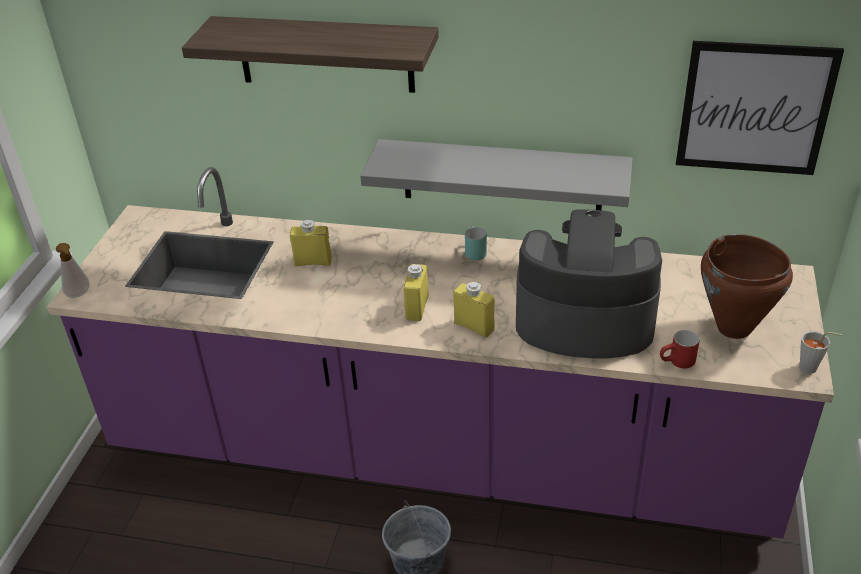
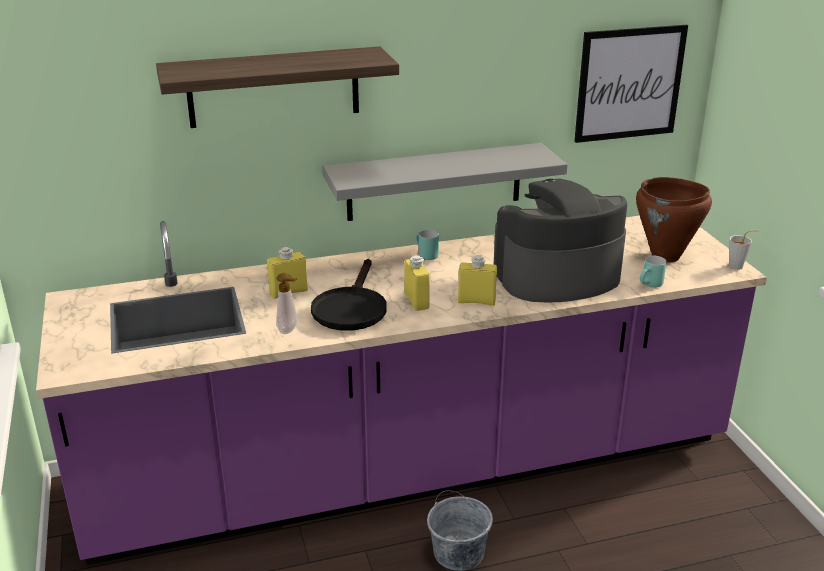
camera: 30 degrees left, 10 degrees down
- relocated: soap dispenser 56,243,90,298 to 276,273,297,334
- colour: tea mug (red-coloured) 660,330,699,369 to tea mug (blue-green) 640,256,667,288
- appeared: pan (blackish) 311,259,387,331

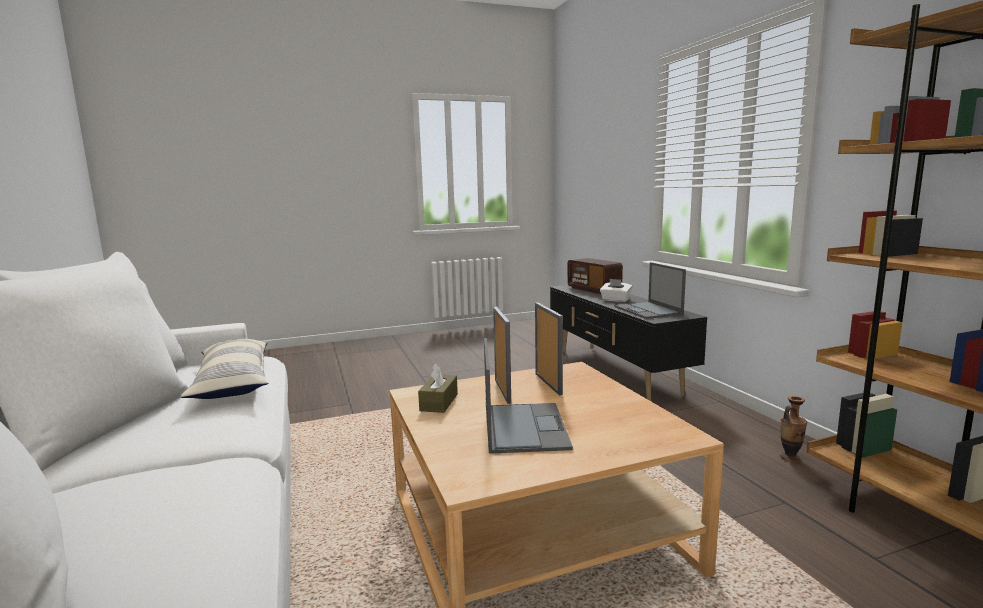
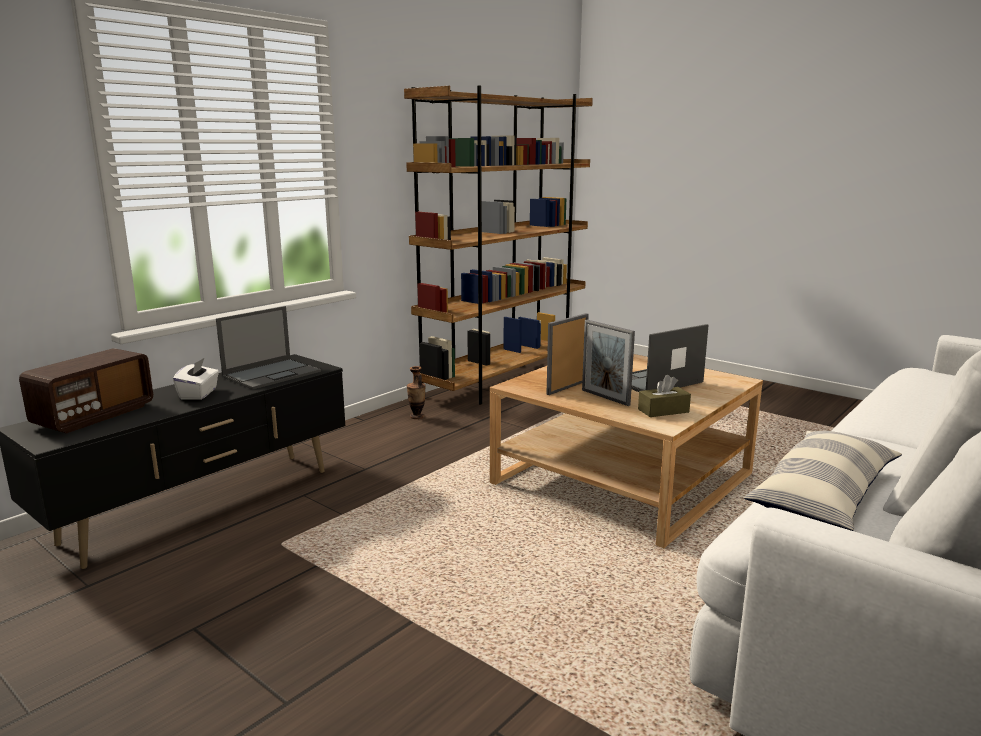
camera: 120 degrees left, 5 degrees up
- spun: picture frame 493,307,511,404 = 582,320,635,406 90 degrees counterclockwise

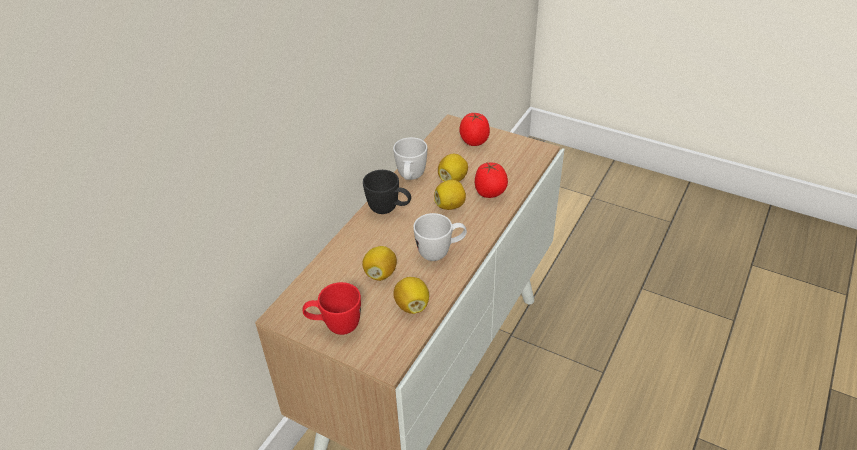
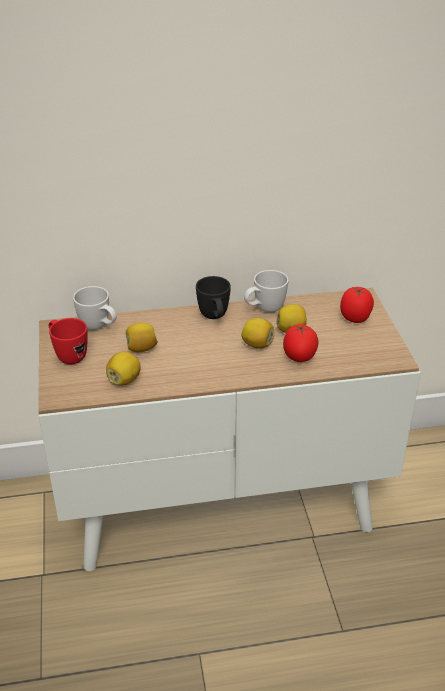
camera: 50 degrees right, 5 degrees down
- relocated: tea mug (white) 413,213,467,261 to 73,286,117,330

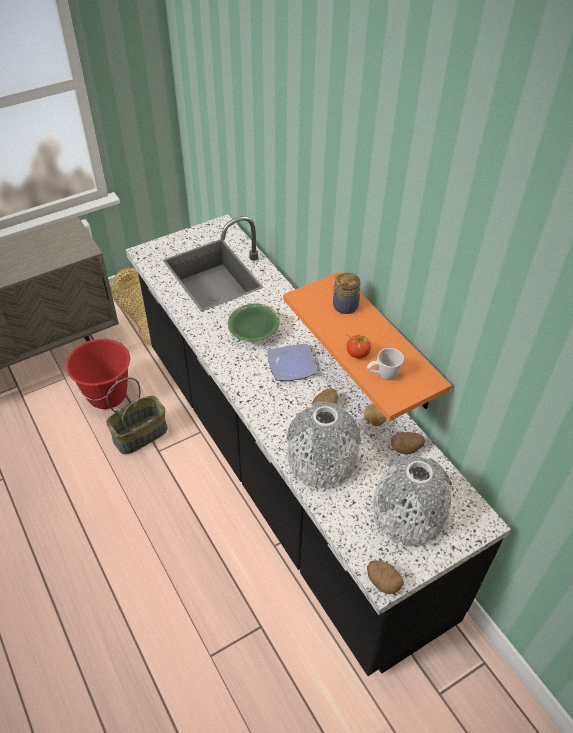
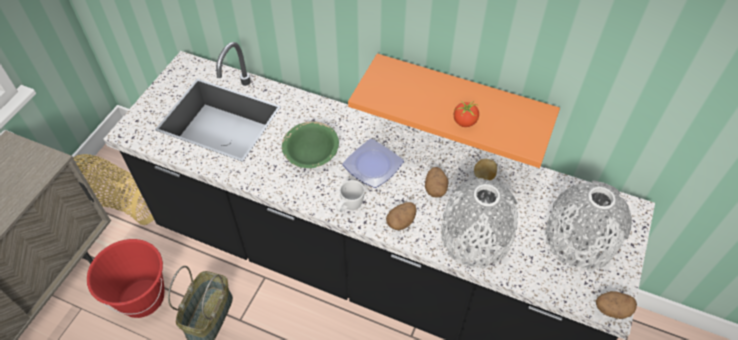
camera: 35 degrees left, 5 degrees up
- missing: jar 333,273,361,314
- relocated: tea mug (white) 367,348,404,380 to 336,180,365,212
- relocated: potato 391,432,425,454 to 386,202,417,230

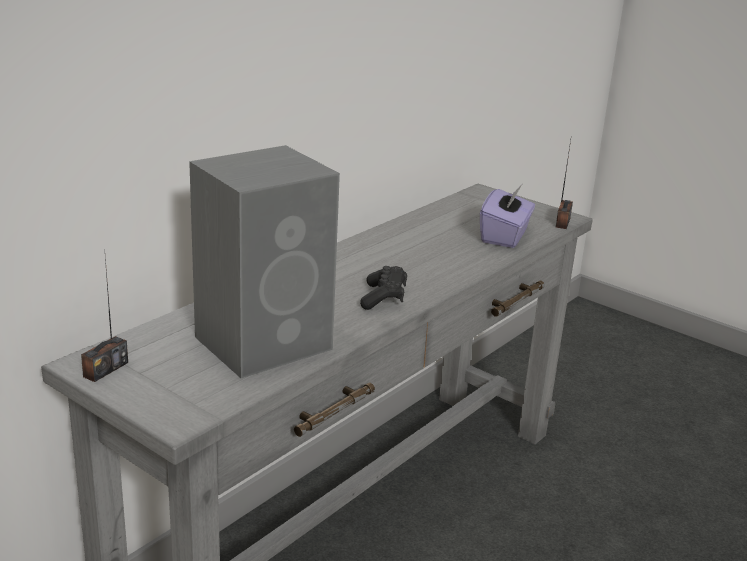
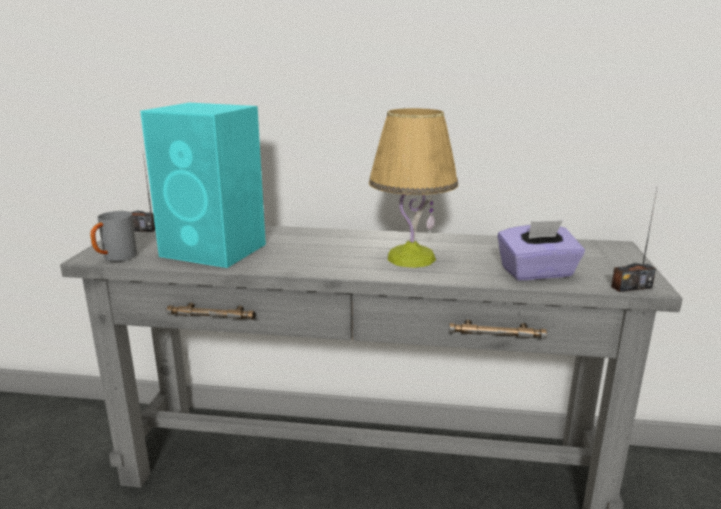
camera: 60 degrees right, 5 degrees down
- colour: speaker (gray) 189,145,340,378 to speaker (blue-green) 140,103,266,268
- missing: joypad (blackish) 360,266,407,310
- appeared: tea mug (gray) 90,211,137,261
- appeared: tabletop lamp 369,108,458,268

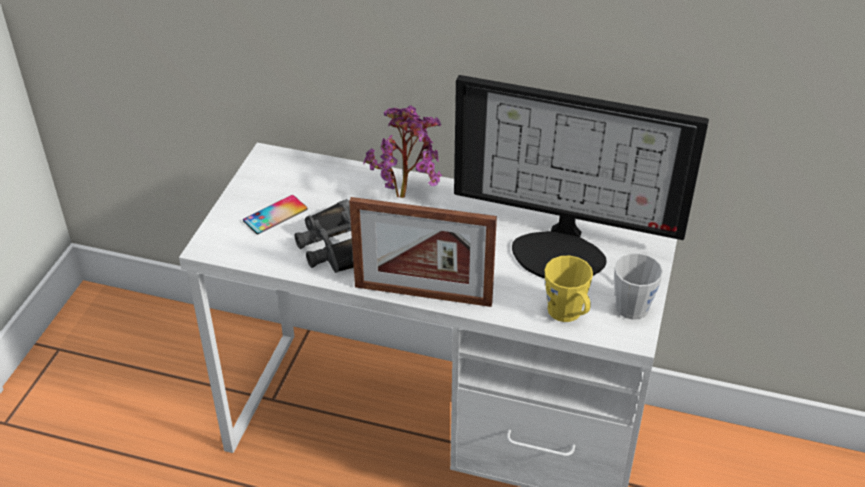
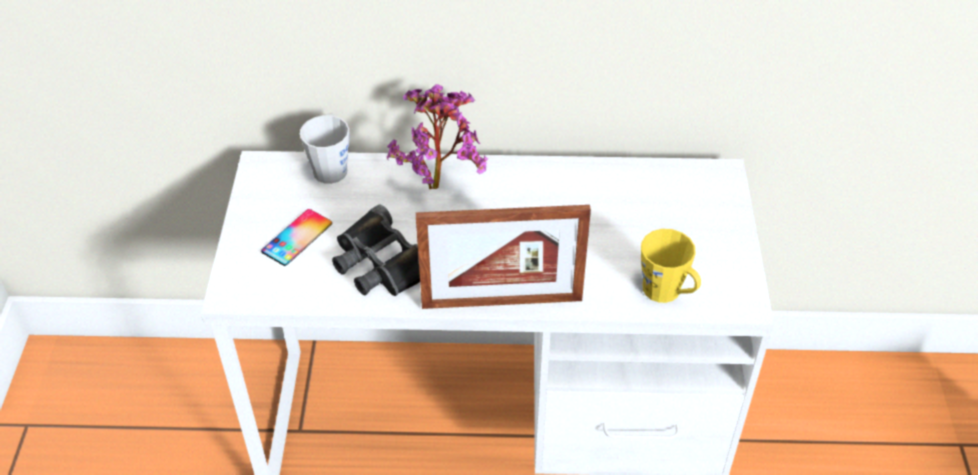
camera: 15 degrees left, 5 degrees up
- missing: computer screen 454,75,709,279
- relocated: tea mug (gray) 614,252,663,320 to 300,114,349,184

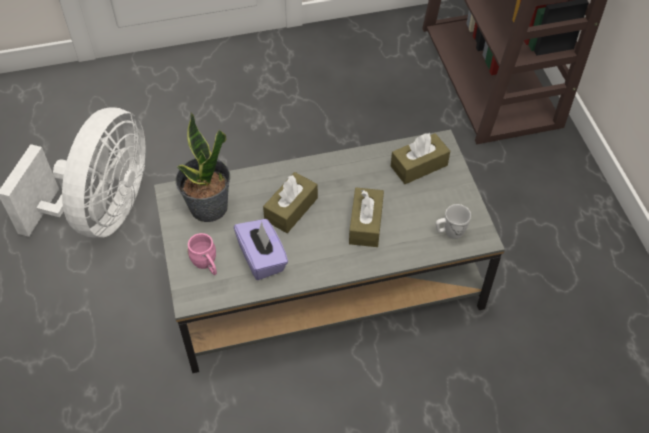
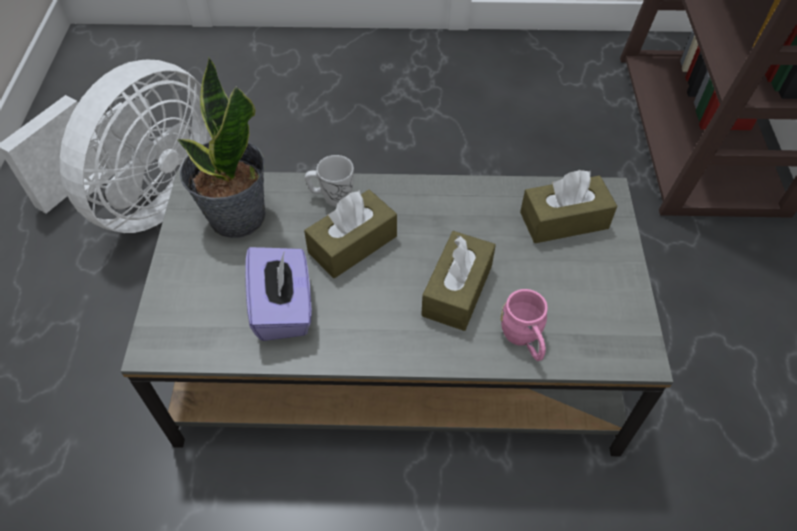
camera: 15 degrees right, 0 degrees up
- relocated: tea mug (pink) 187,233,217,275 to 500,289,548,361
- relocated: tea mug (white) 436,204,471,239 to 305,155,354,207

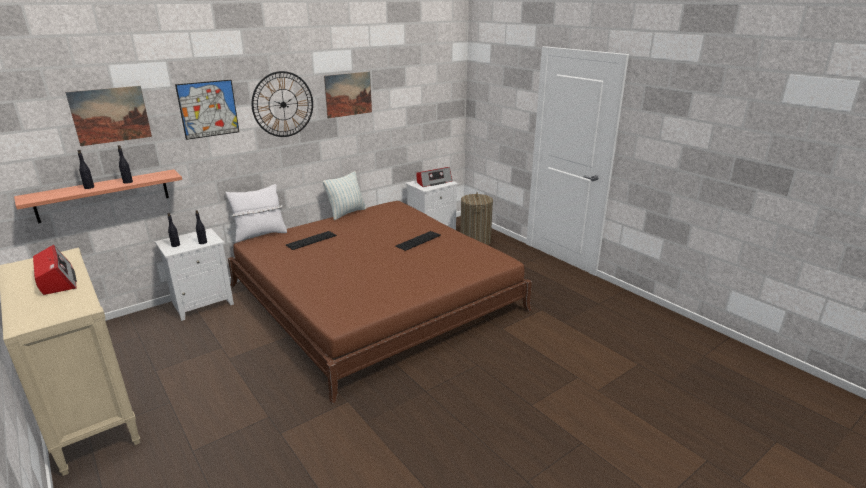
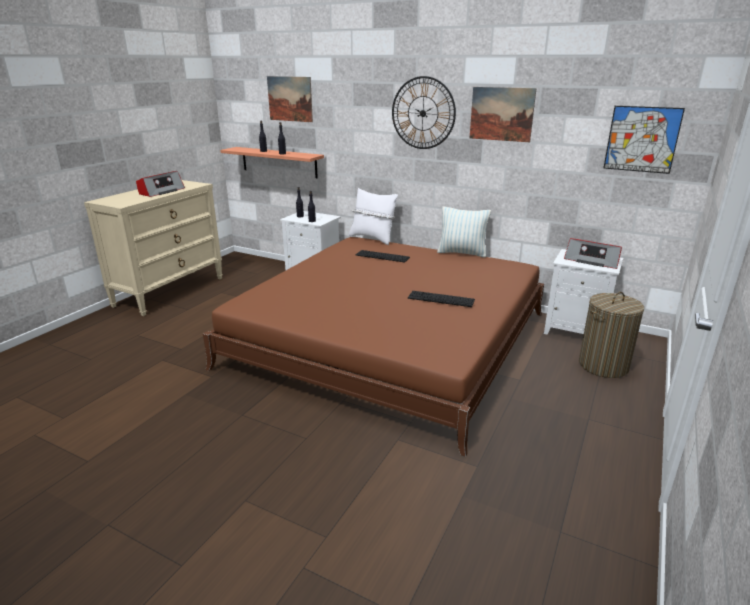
camera: 65 degrees right, 0 degrees up
- relocated: wall picture 175,80,239,140 to 604,106,685,174

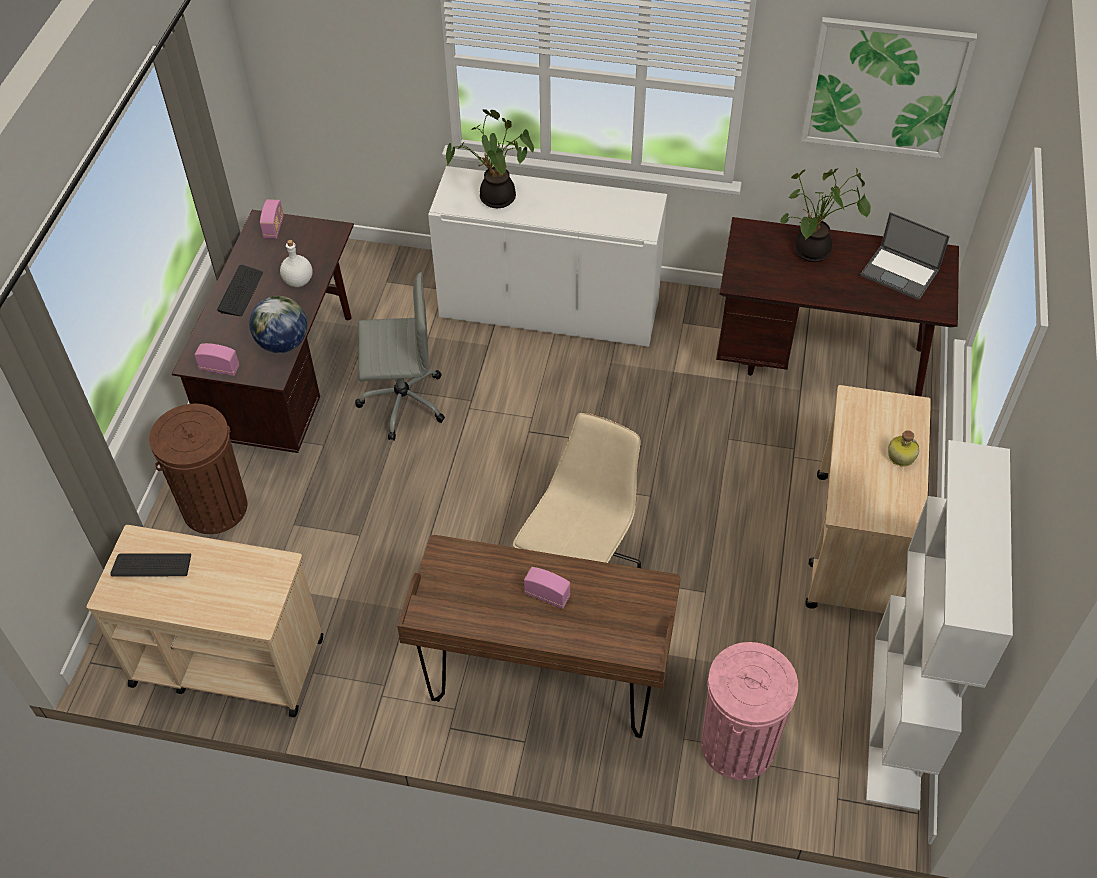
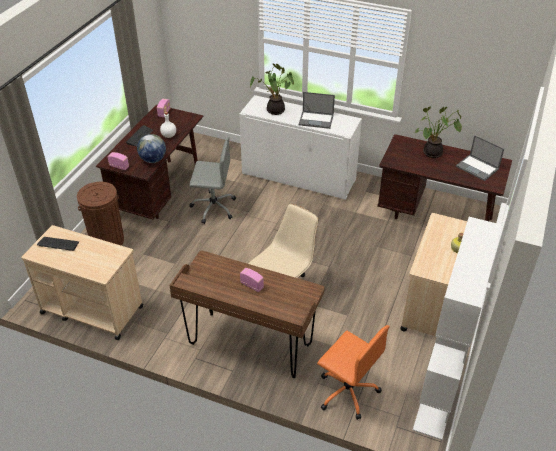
camera: 10 degrees right, 10 degrees down
- exchanged: waste bin (pink) 701,642,798,780 to desk chair (orangey) 317,325,390,420
- missing: wall picture 801,17,977,158
- appeared: laptop 299,92,335,129

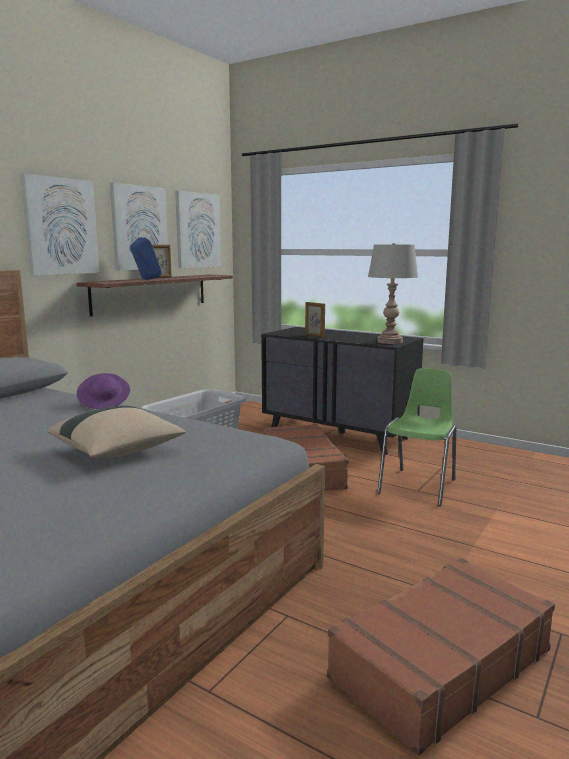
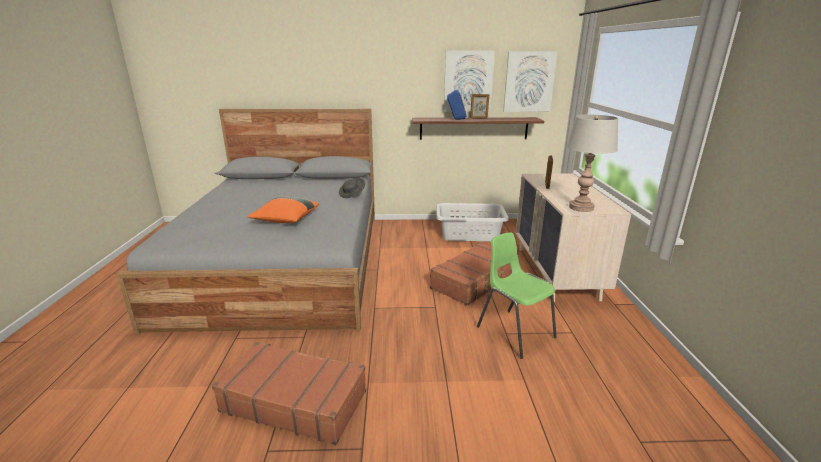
camera: 55 degrees right, 10 degrees up
- missing: wall picture 21,174,99,276
- colour: throw pillow (beige-coloured) 47,406,186,458 to throw pillow (orangey) 248,197,319,223
- colour: hat (purplish) 77,373,130,409 to hat (gray) 339,178,365,198
- colour: drawer chest (blackish) 261,327,424,455 to drawer chest (beige-coloured) 515,173,631,302
- spun: plain chair (green) 377,368,456,506 = 477,232,557,359 120 degrees counterclockwise

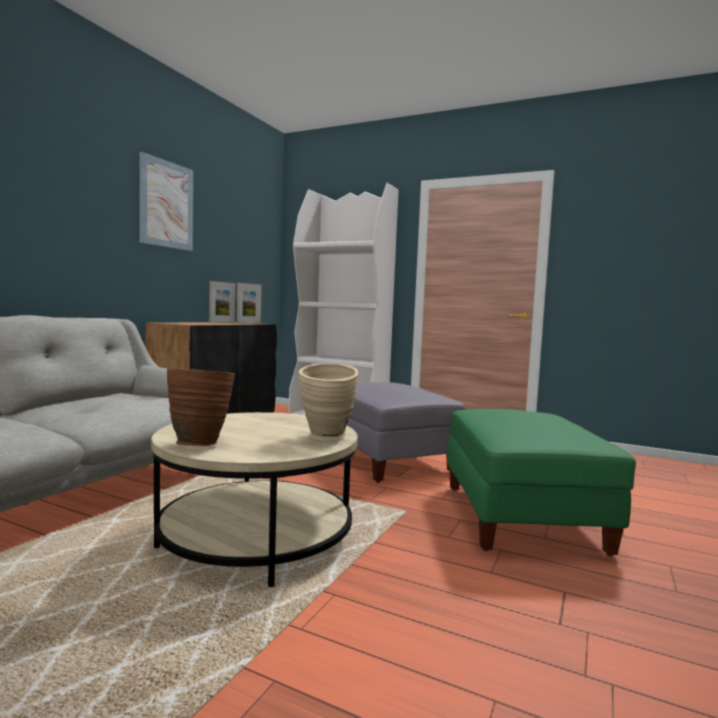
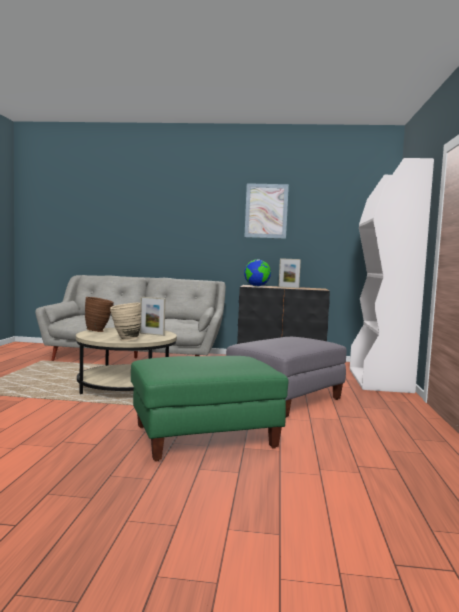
camera: 70 degrees right, 0 degrees up
- relocated: picture frame 237,283,262,324 to 140,297,165,336
- appeared: globe 244,259,271,287

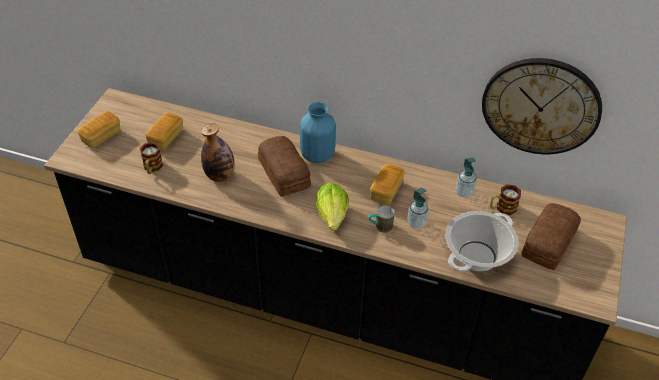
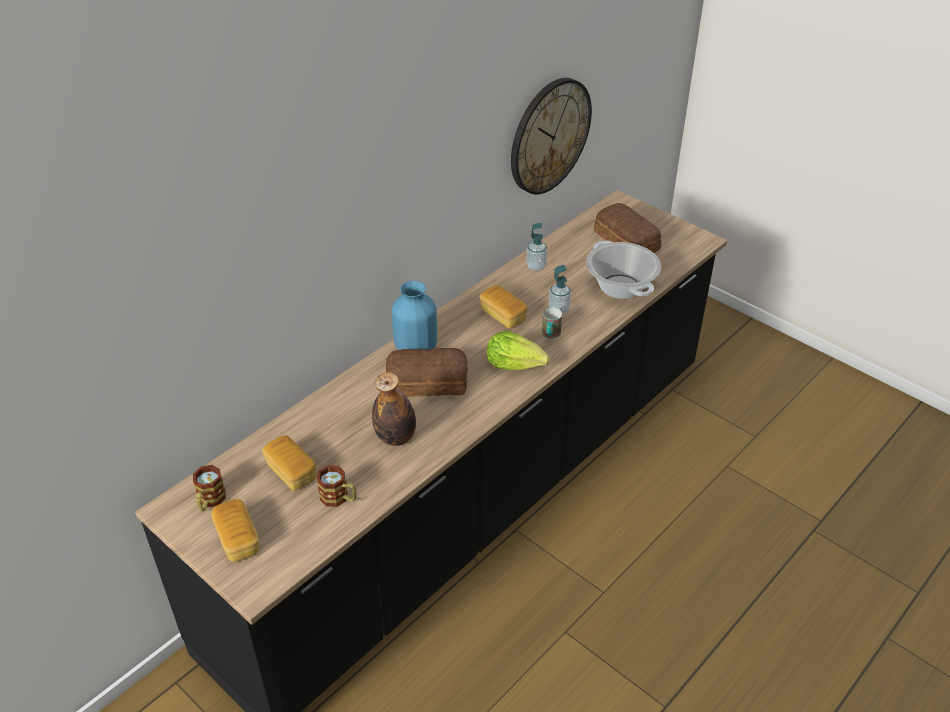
camera: 65 degrees left, 5 degrees down
- relocated: tea mug 490,184,521,215 to 193,465,226,511

